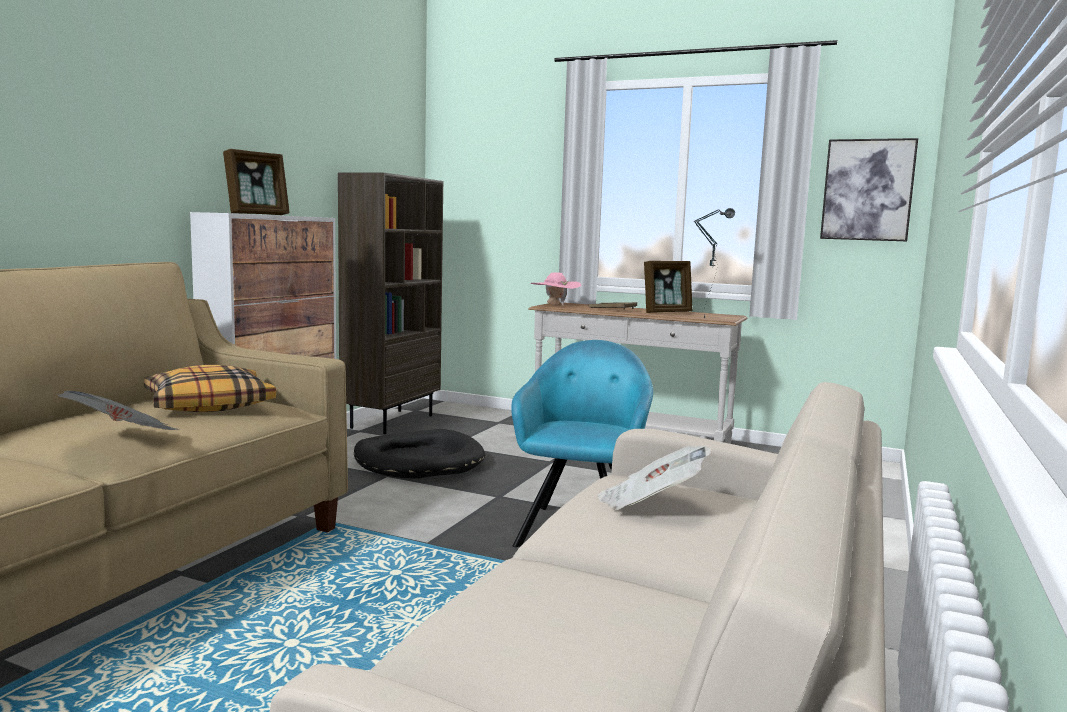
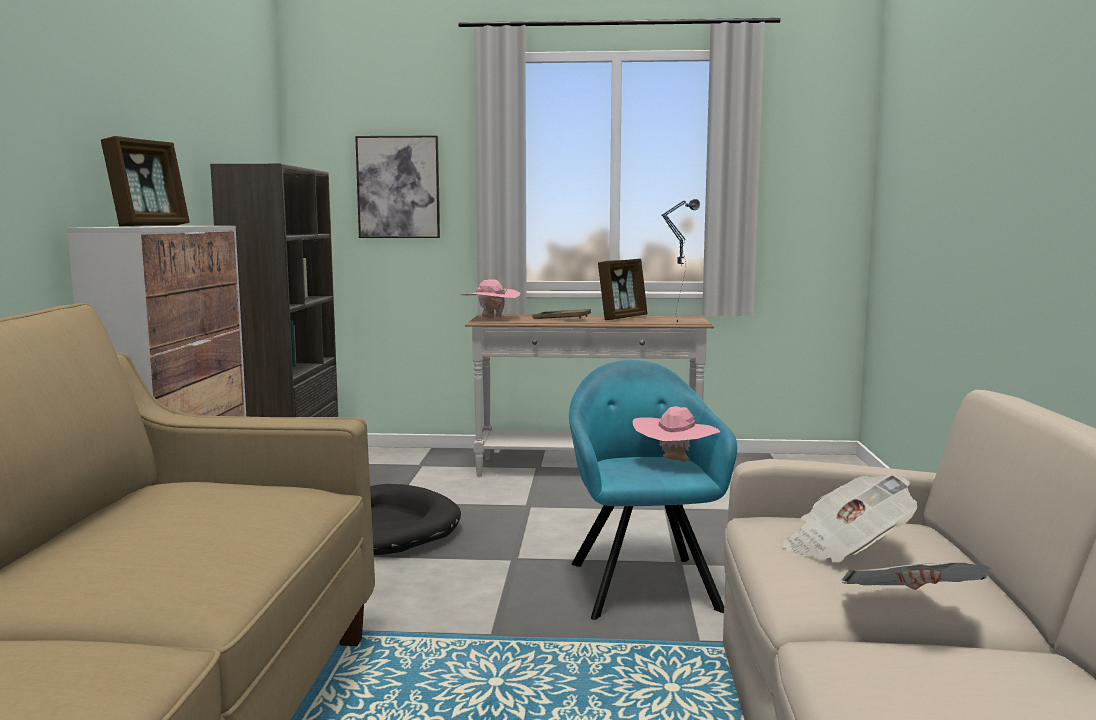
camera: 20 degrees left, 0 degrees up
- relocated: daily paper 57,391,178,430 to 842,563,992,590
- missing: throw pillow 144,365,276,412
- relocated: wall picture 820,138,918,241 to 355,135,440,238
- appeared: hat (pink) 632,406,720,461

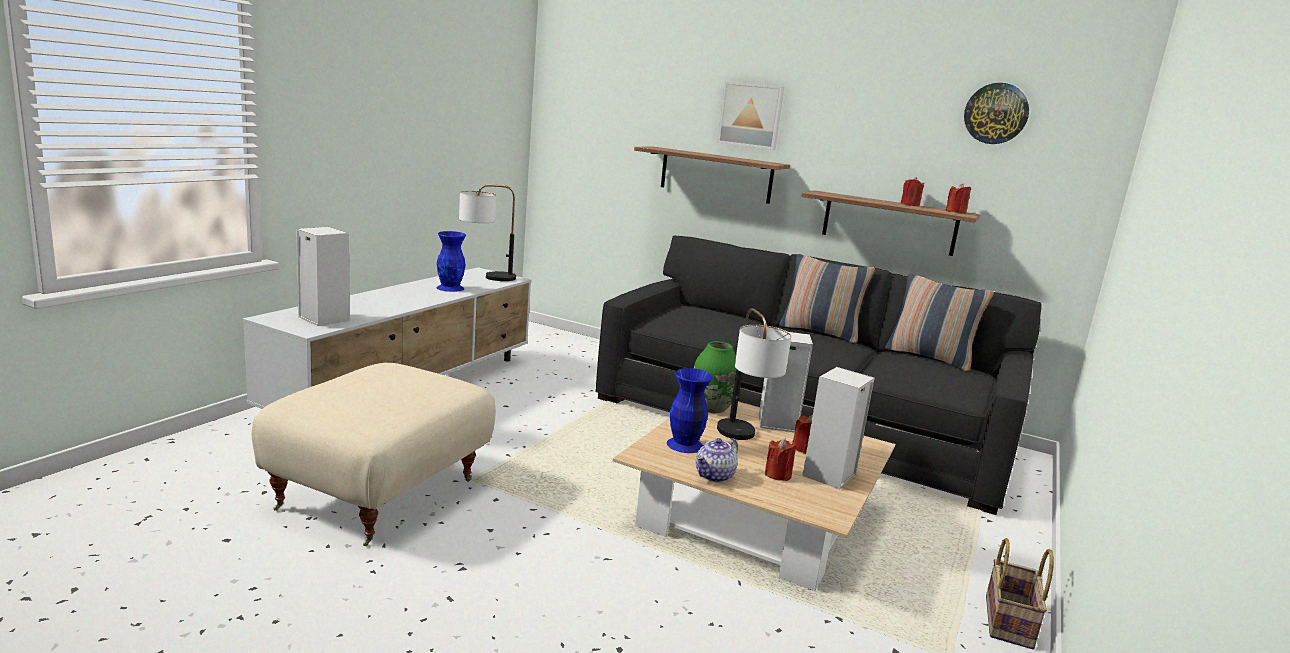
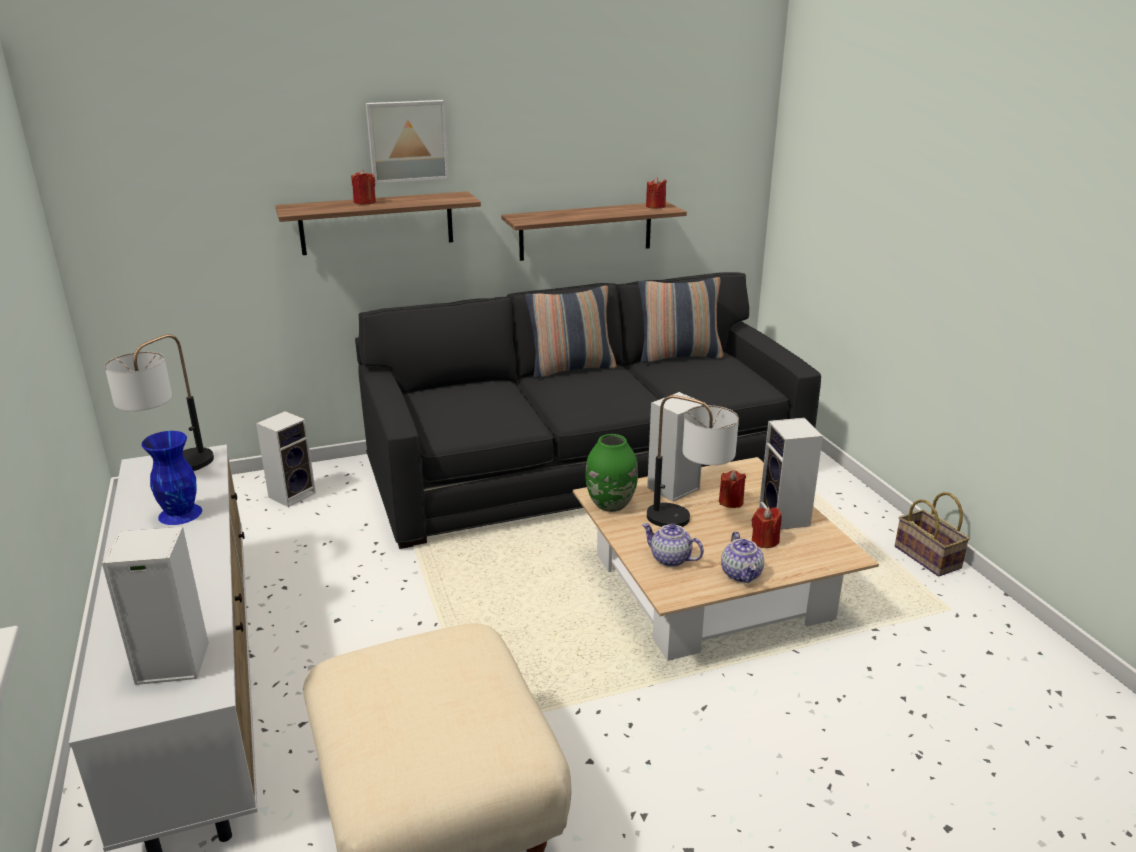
camera: 45 degrees left, 10 degrees up
- exchanged: decorative vase (blue) 667,368,713,453 to pot for tea 642,523,704,567
- relocated: wax candle (red-coloured) 901,177,925,206 to 351,169,376,205
- missing: clock on the wall 964,83,1029,144
- appeared: speaker 256,411,316,507

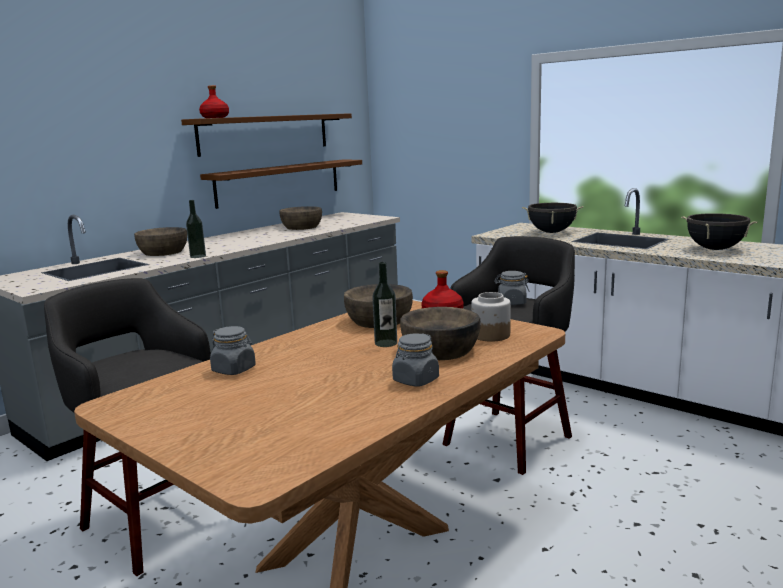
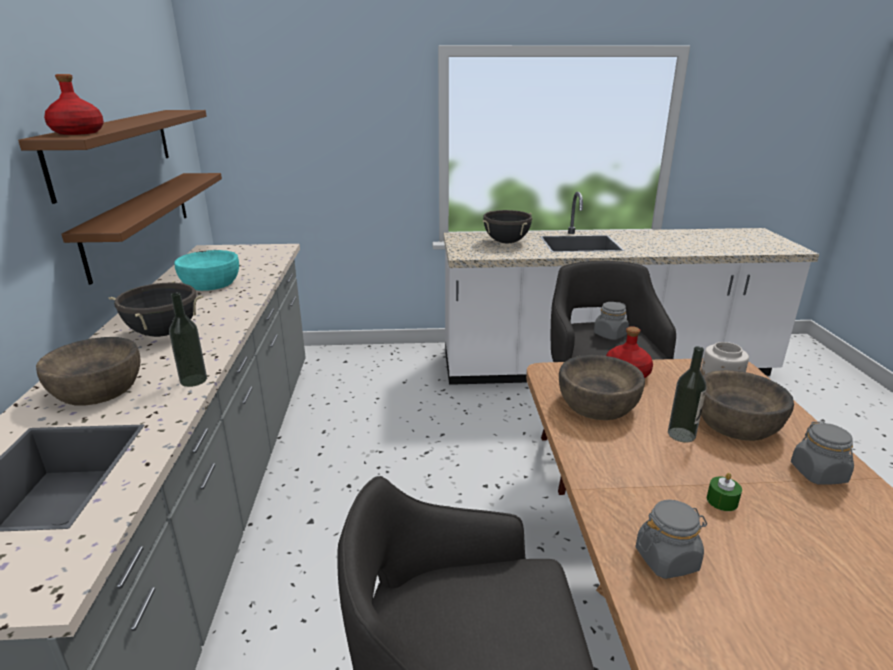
camera: 45 degrees left, 10 degrees up
- colour: deep dish (brown-coloured) 279,206,322,230 to deep dish (blue-green) 174,250,239,291
- relocated: stockpot (blackish) 681,213,757,250 to 109,281,204,337
- appeared: wax candle (green) 707,473,742,511

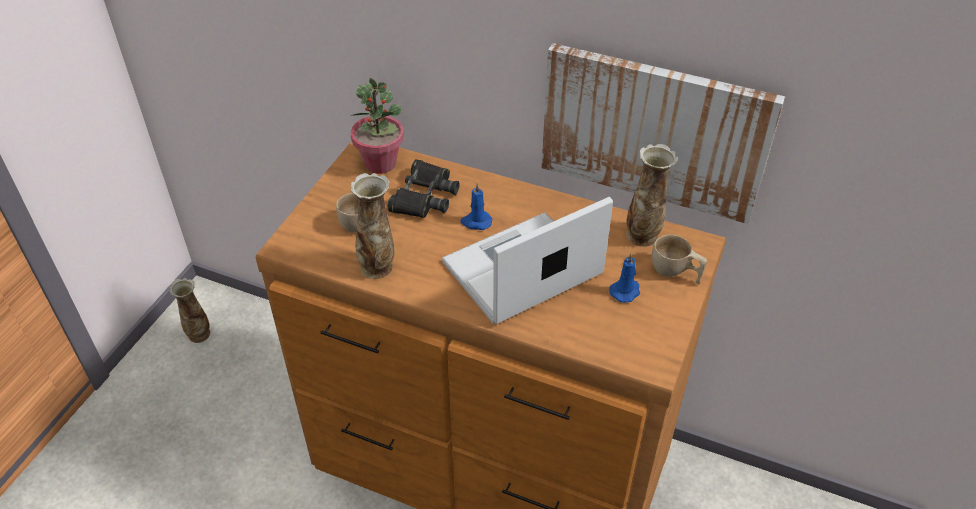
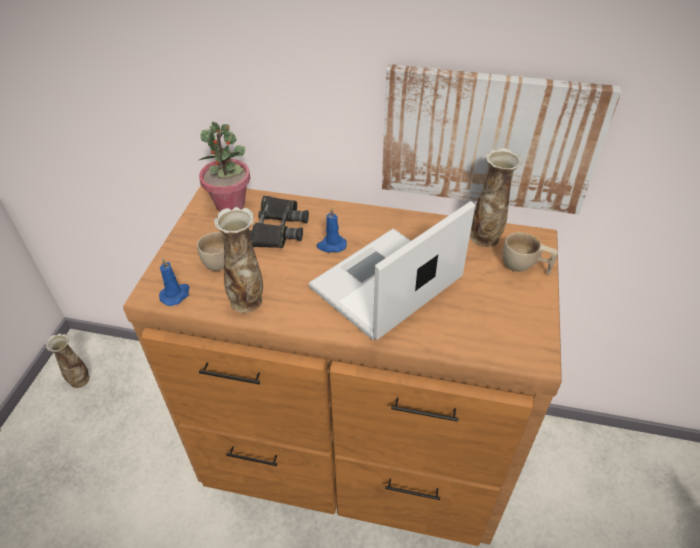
camera: 10 degrees left, 0 degrees up
- relocated: wax candle (blue) 609,253,640,303 to 159,258,190,306

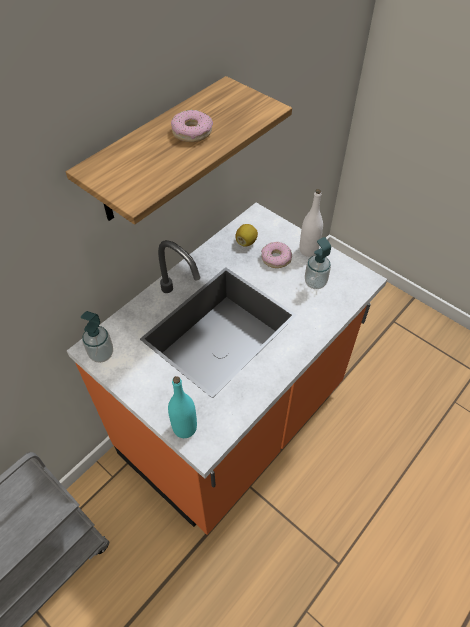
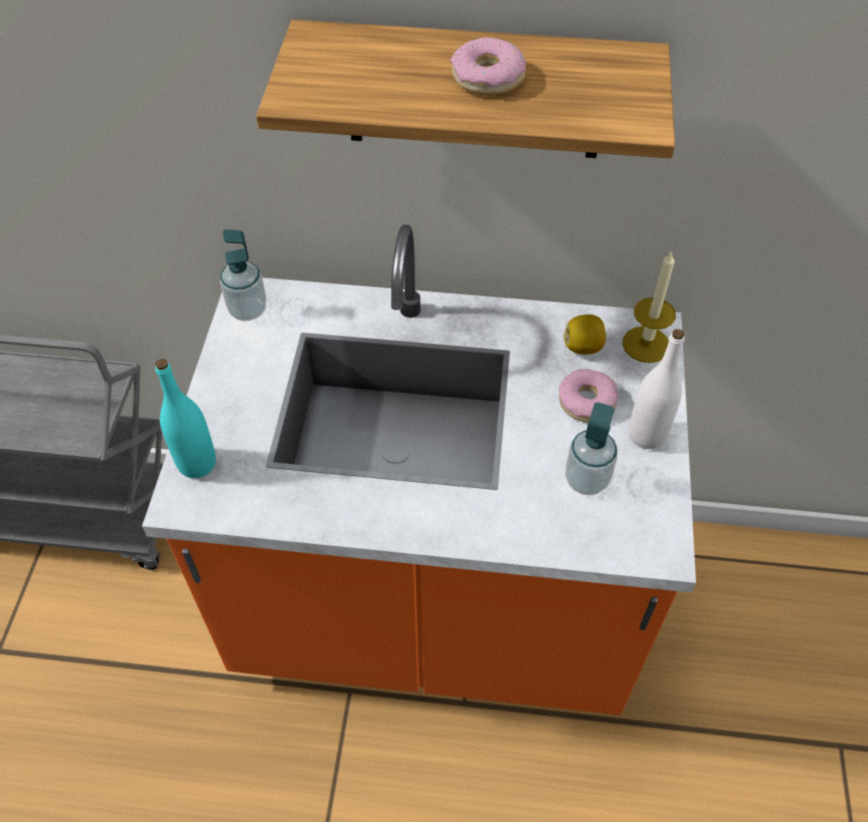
camera: 55 degrees right, 0 degrees up
- appeared: wax candle 623,251,676,363

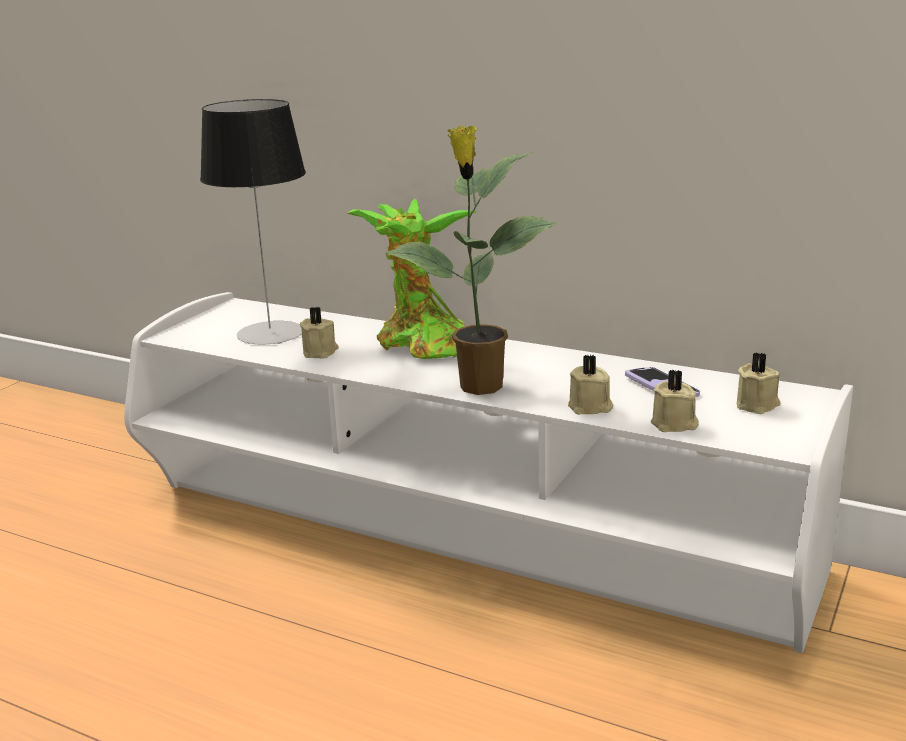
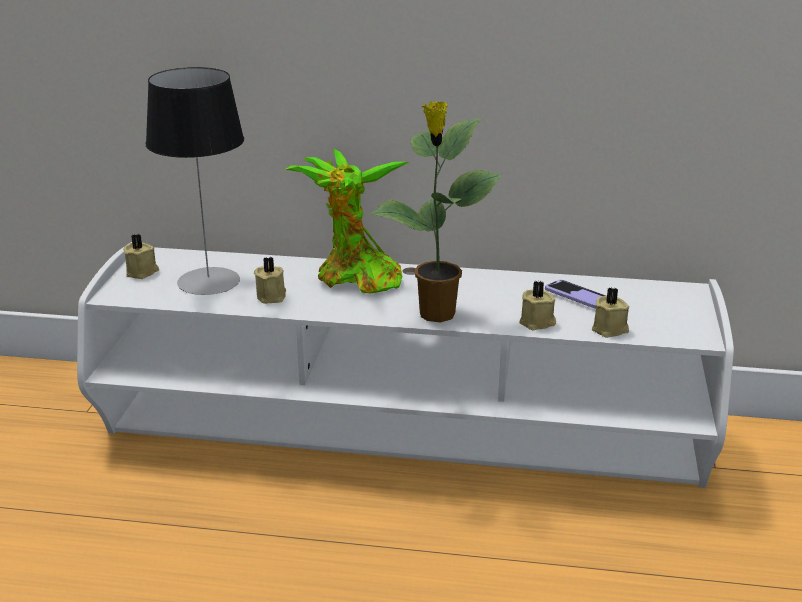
camera: 20 degrees left, 5 degrees up
- relocated: wax candle (beige-coloured) 737,352,781,414 to 123,234,159,279

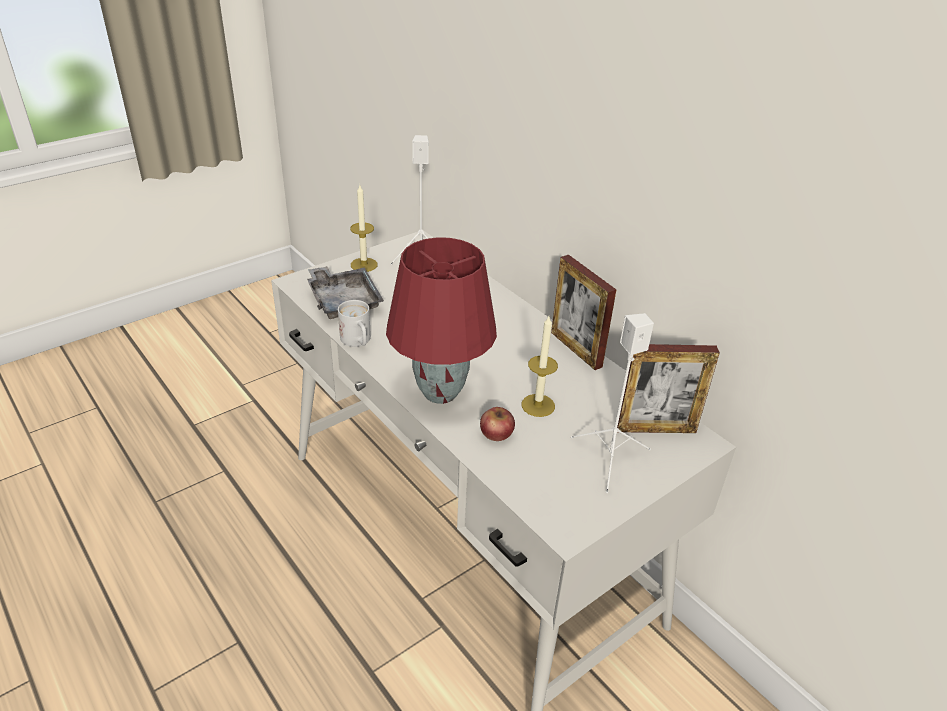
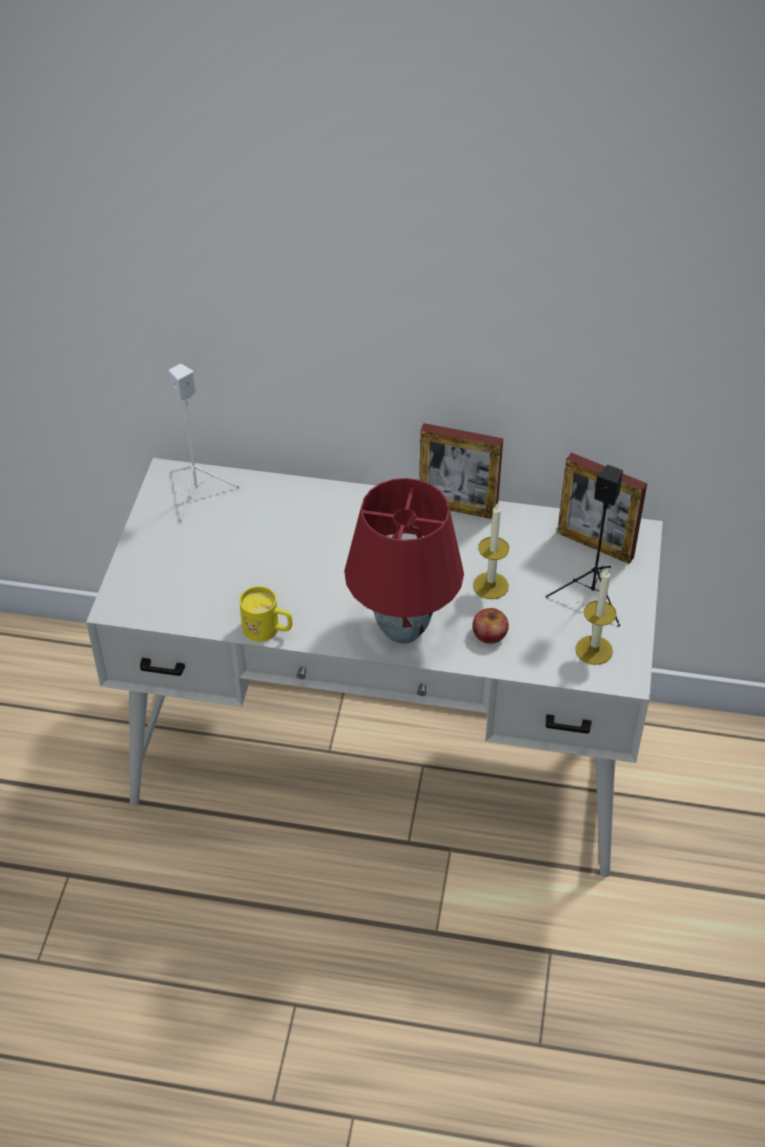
camera: 40 degrees left, 10 degrees up
- missing: carrying tray (gray) 307,266,384,319
- colour: tea mug (white) 338,300,371,347 to tea mug (yellow-coloured) 239,586,292,642
- relocated: wax candle 350,185,378,272 to 575,569,617,665
- colour: speaker (white) 571,313,654,493 to speaker (blackish) 546,465,623,626
- spun: picture frame 617,344,720,433 = 557,453,647,564 75 degrees clockwise

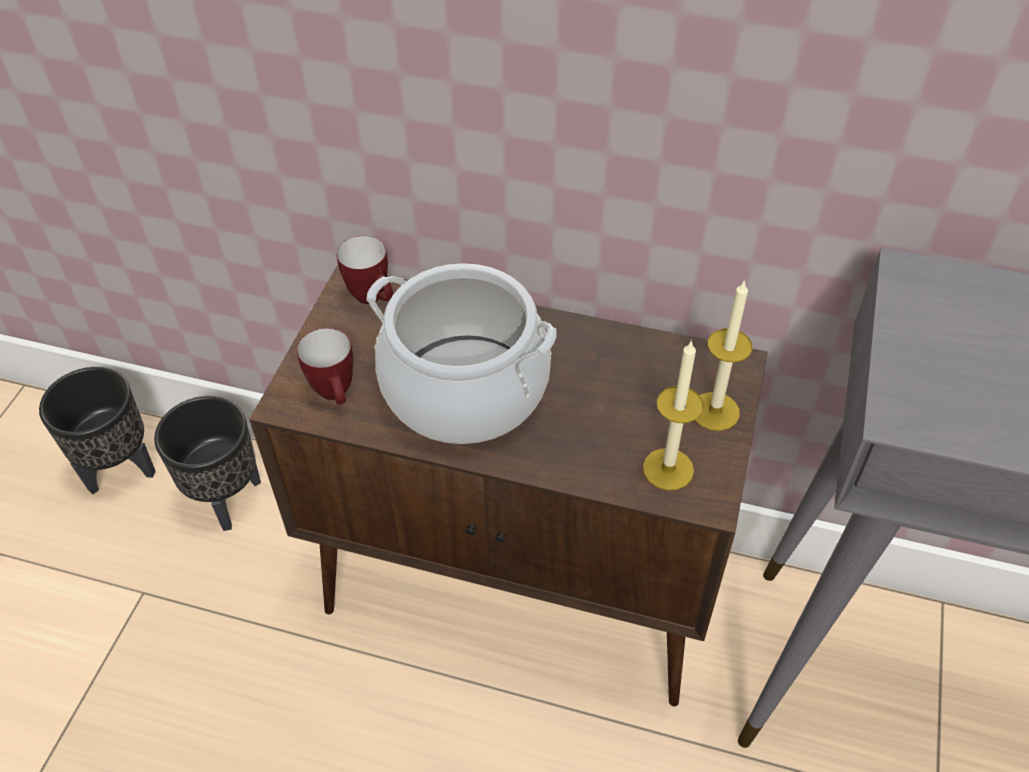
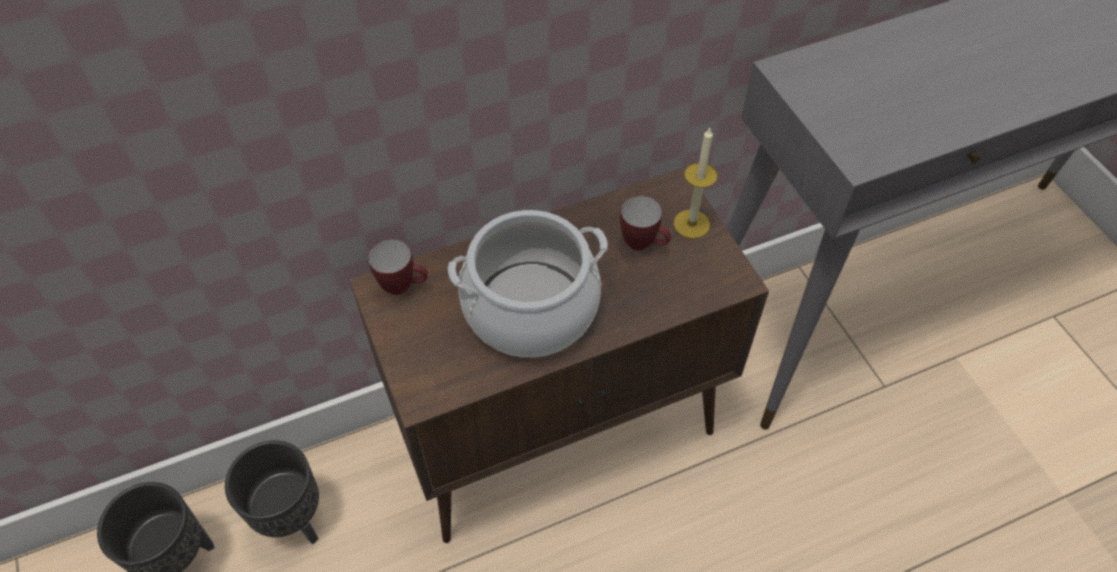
camera: 40 degrees left, 5 degrees up
- relocated: tea mug 297,328,353,405 to 620,196,671,251
- missing: wax candle 643,340,704,490

